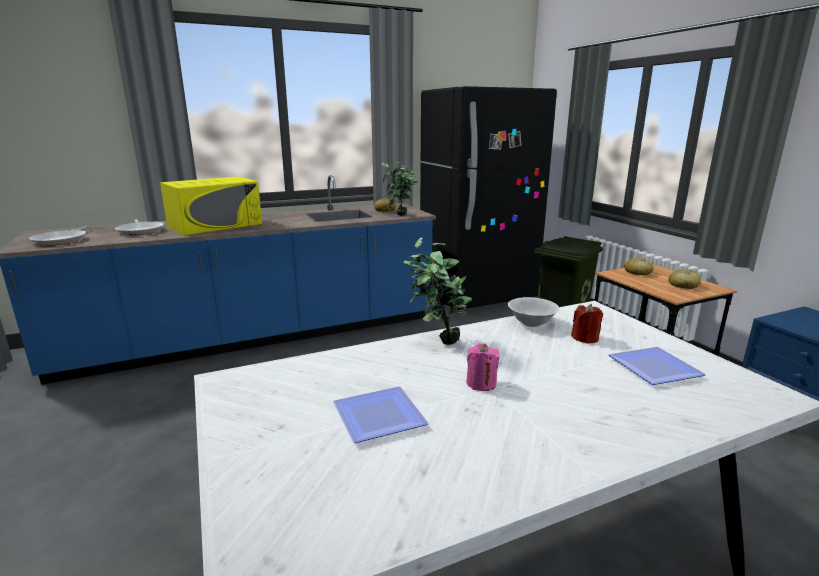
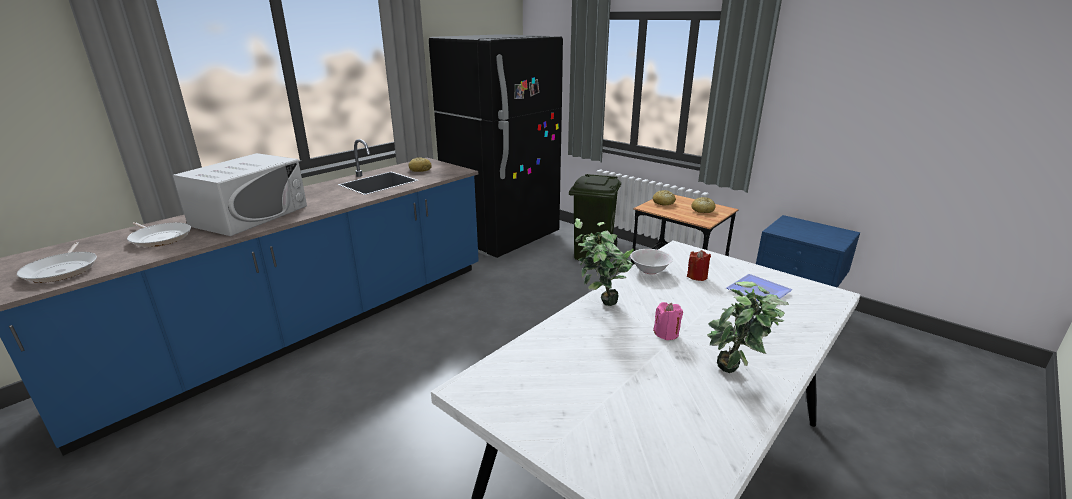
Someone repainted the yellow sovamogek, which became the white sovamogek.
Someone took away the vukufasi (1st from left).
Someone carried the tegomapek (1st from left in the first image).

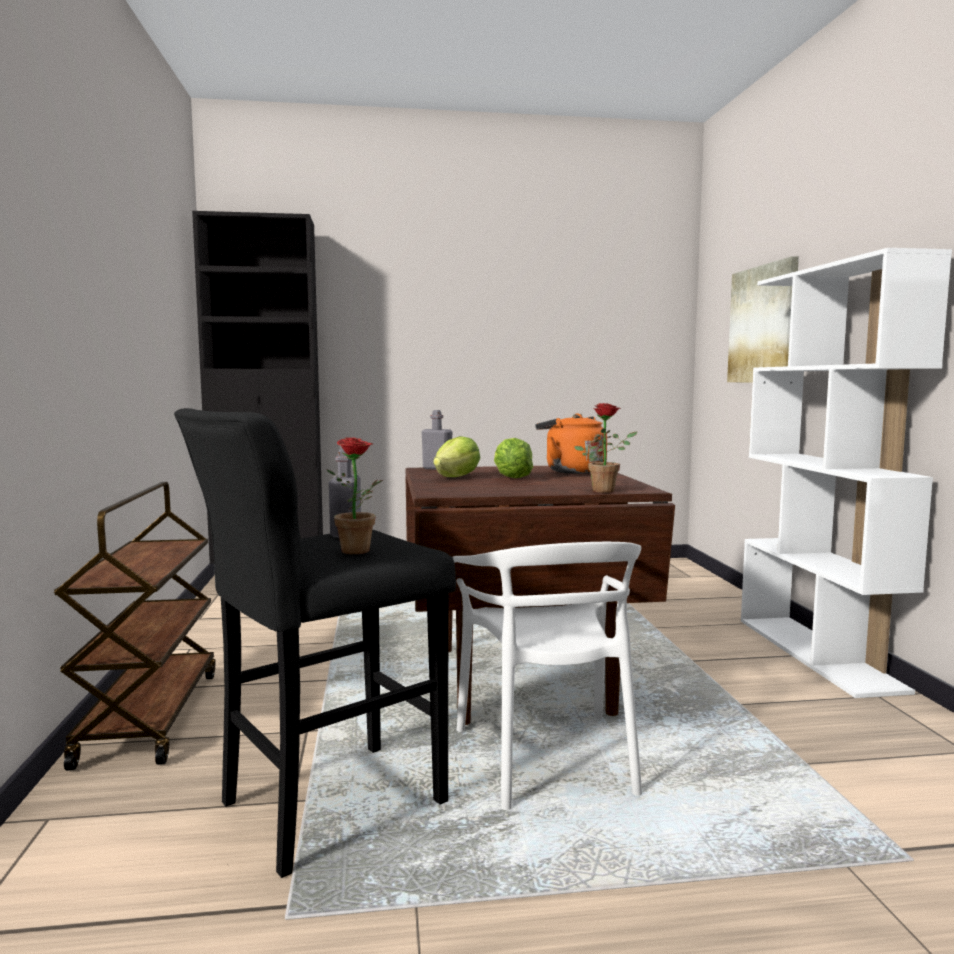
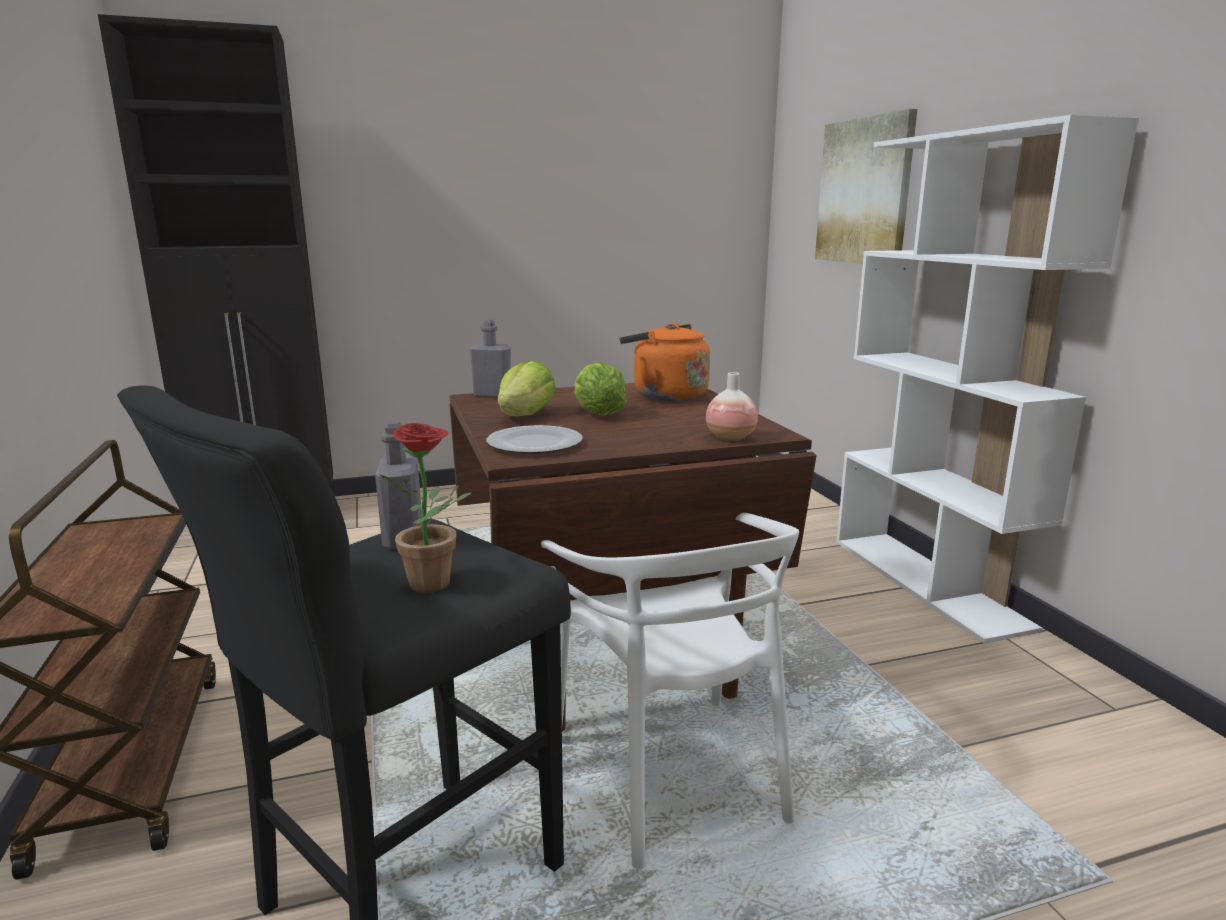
Someone swapped the tegomapek (2nd from left) for the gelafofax.
Someone put down the vukufasi.

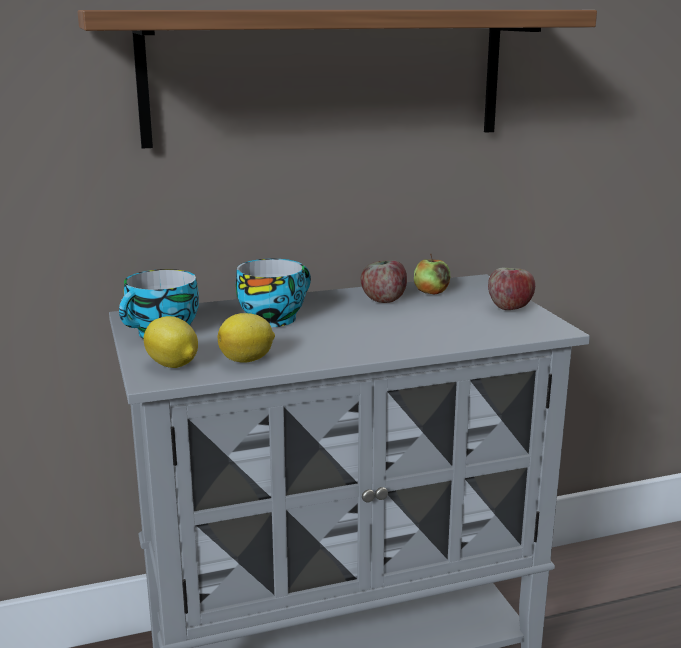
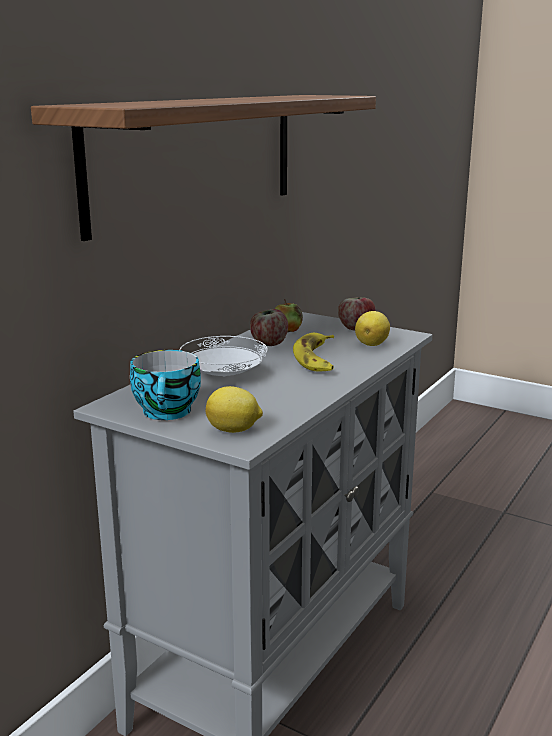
Someone carried the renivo (2nd from left).
Someone swapped the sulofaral (2nd from left) for the white vukufasi.
Someone put down the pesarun.

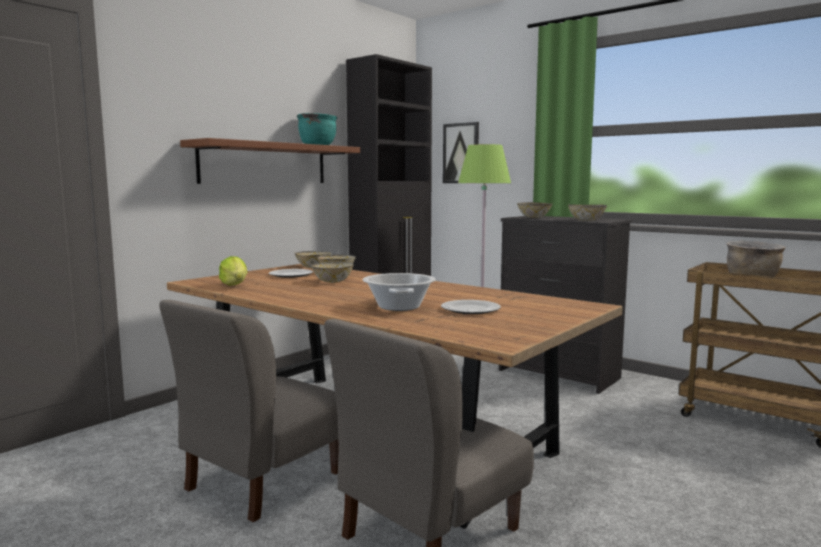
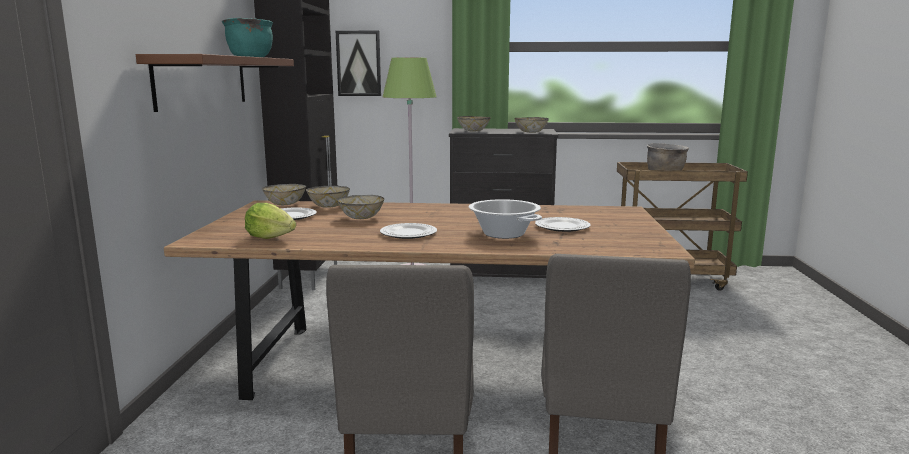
Someone put down the vukufasi (2nd from left).

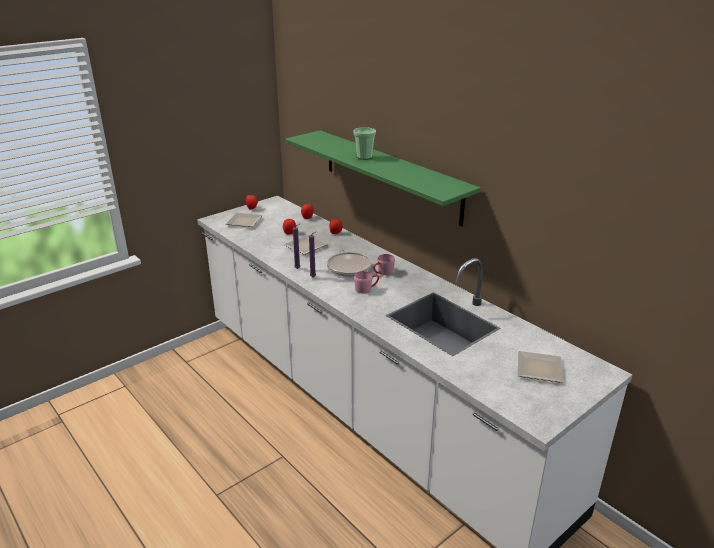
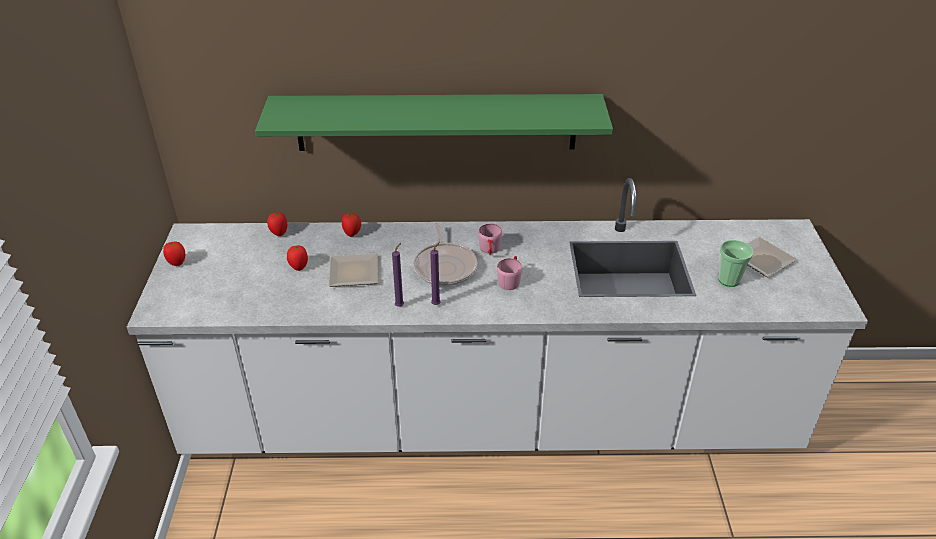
Someone took away the vukufasi (1st from left).
Someone rotated the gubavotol by 60 degrees clockwise.
Someone carried the sulofaral.

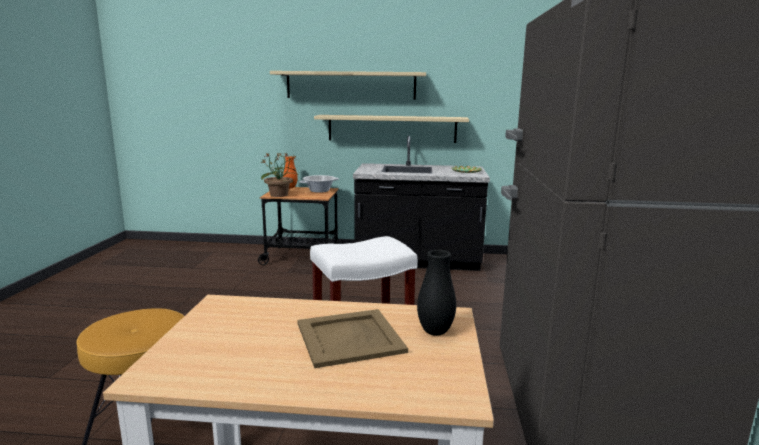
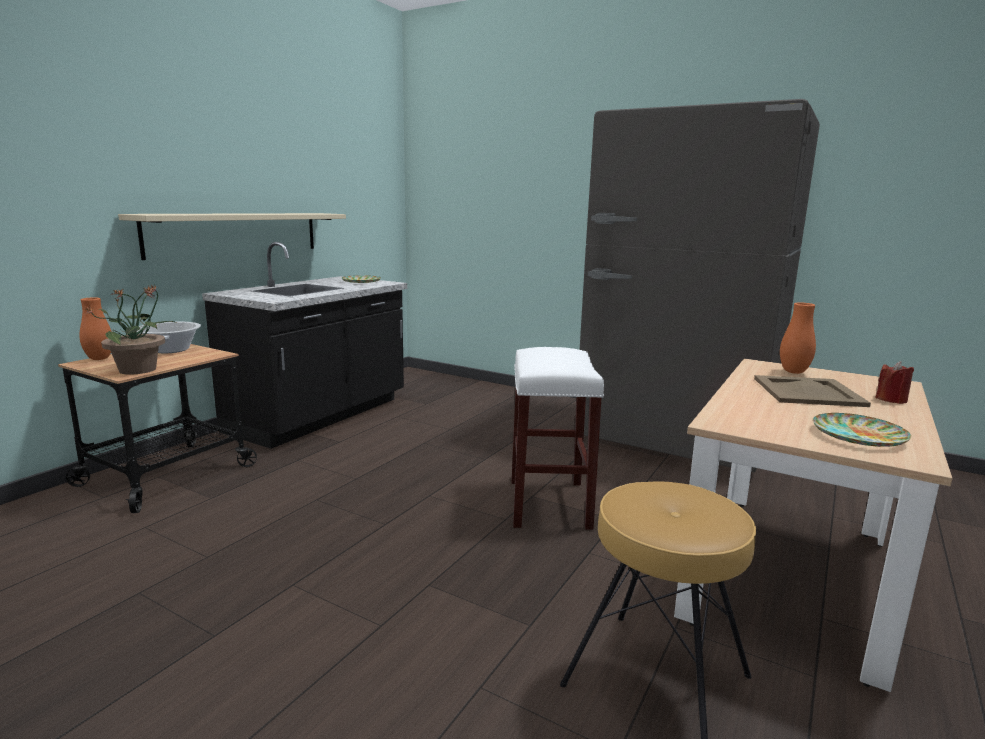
Someone took away the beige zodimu (1st from left).
Someone repainted the black gelafofax, which became the orange gelafofax (2nd from left).
Someone put down the vukufasi (2nd from left).
Someone put down the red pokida.

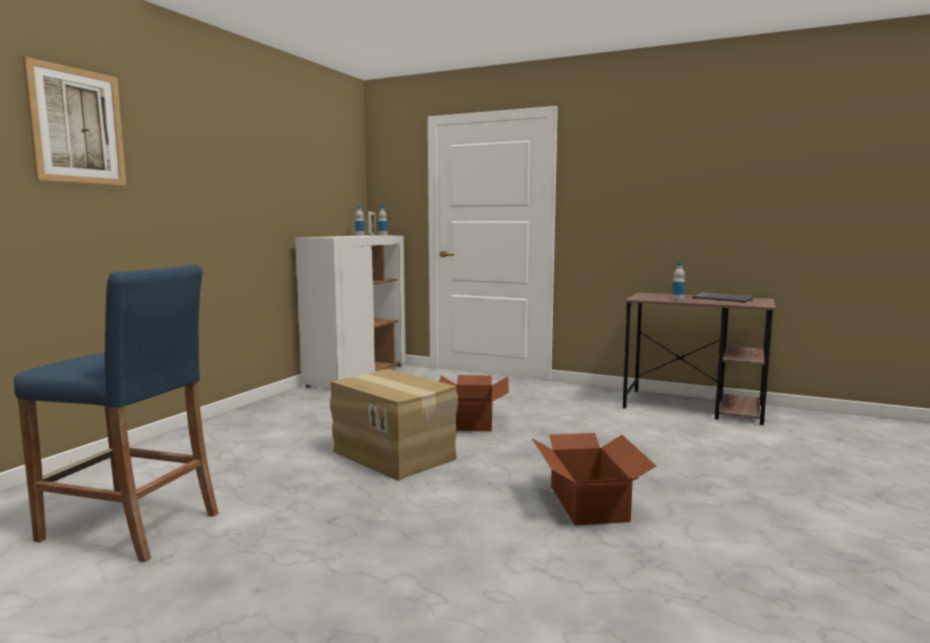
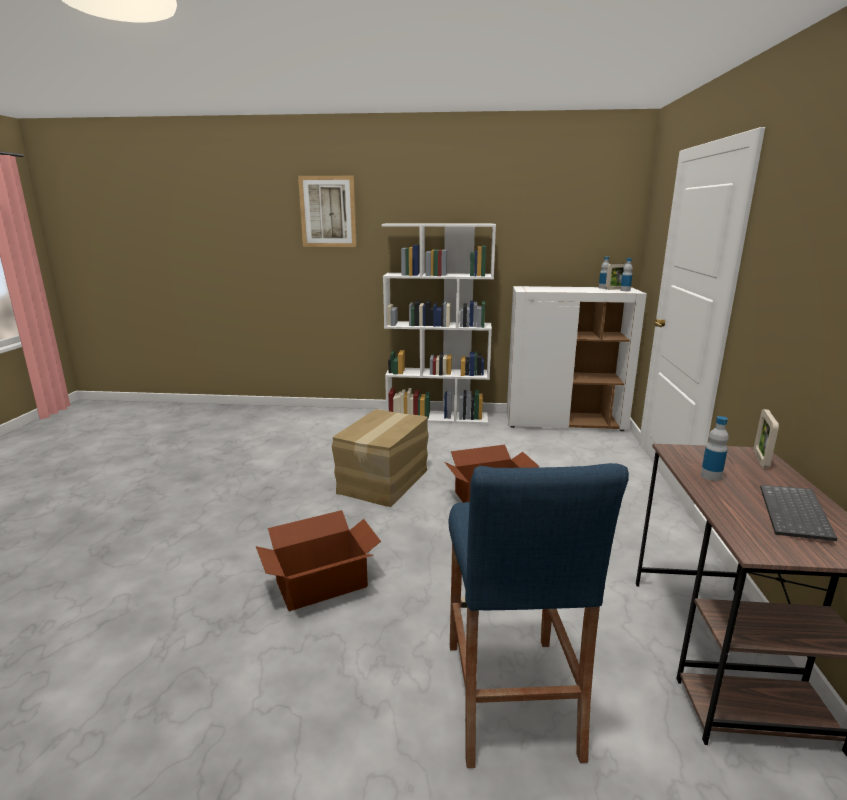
Someone carried the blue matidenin.
Someone put down the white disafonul.
Someone put down the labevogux (2nd from left).

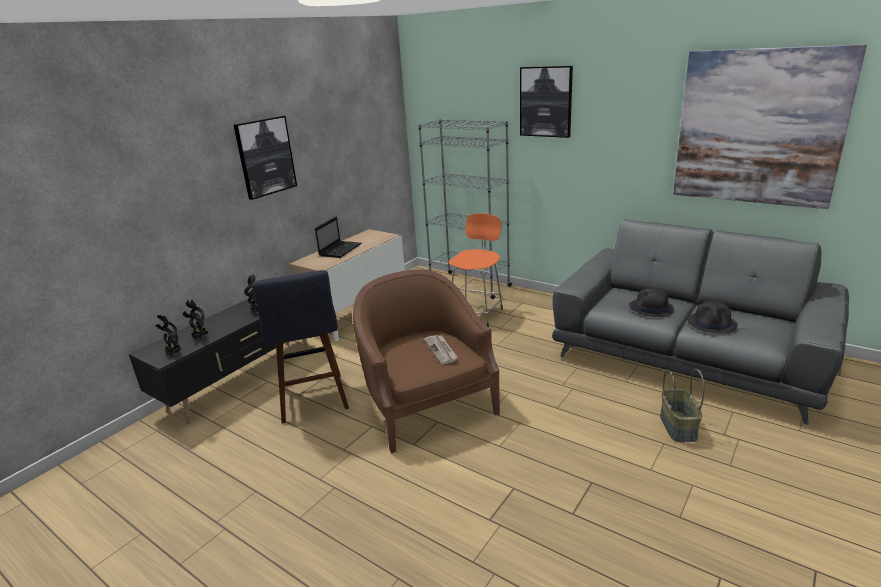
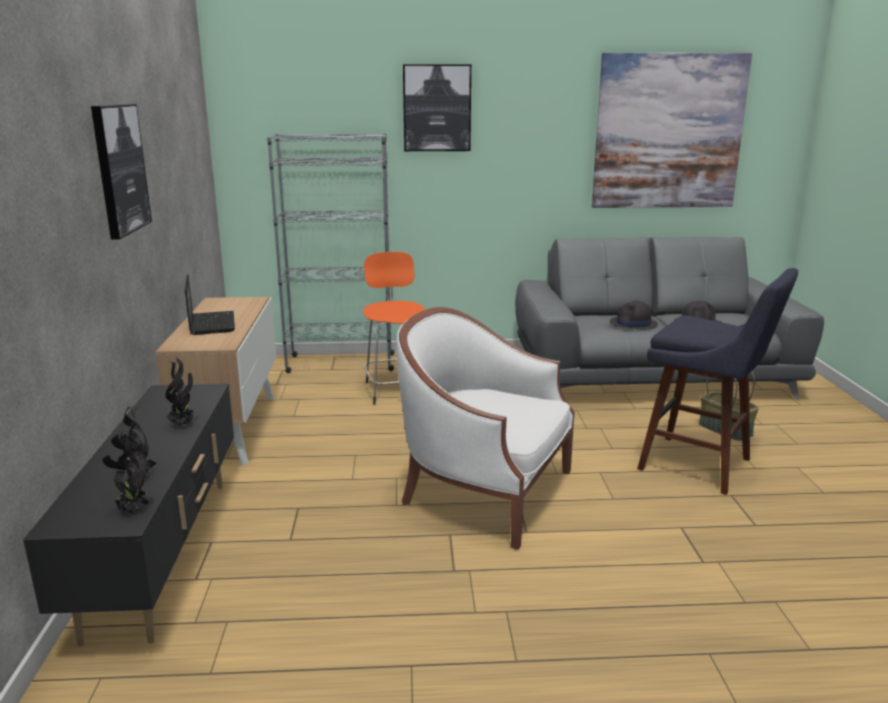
Someone carried the blue matidenin.
Someone repainted the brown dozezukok, which became the white dozezukok.
Someone took away the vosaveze.

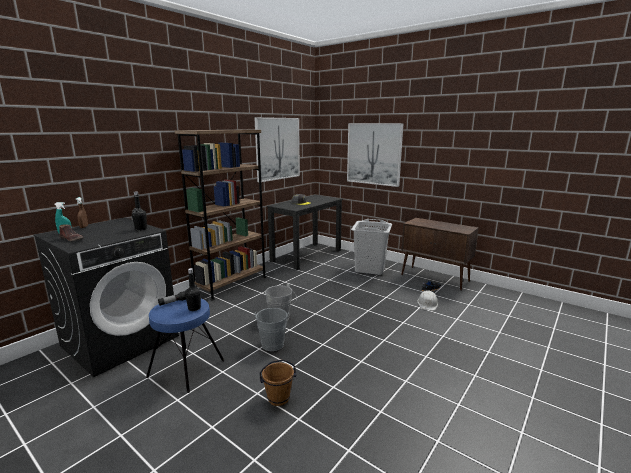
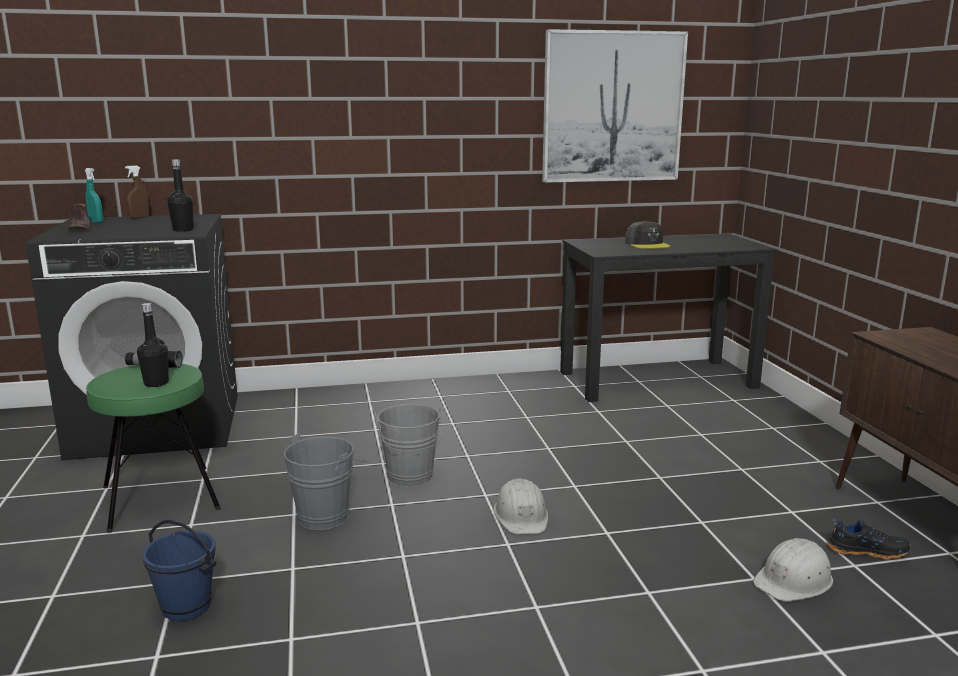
Someone repainted the blue matidenin, which became the green matidenin.
Someone took away the brown disafonul.
Someone repainted the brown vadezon, which became the blue vadezon.
Someone took away the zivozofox (2nd from left).
Someone took away the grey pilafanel.
Someone put down the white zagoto (1st from left).

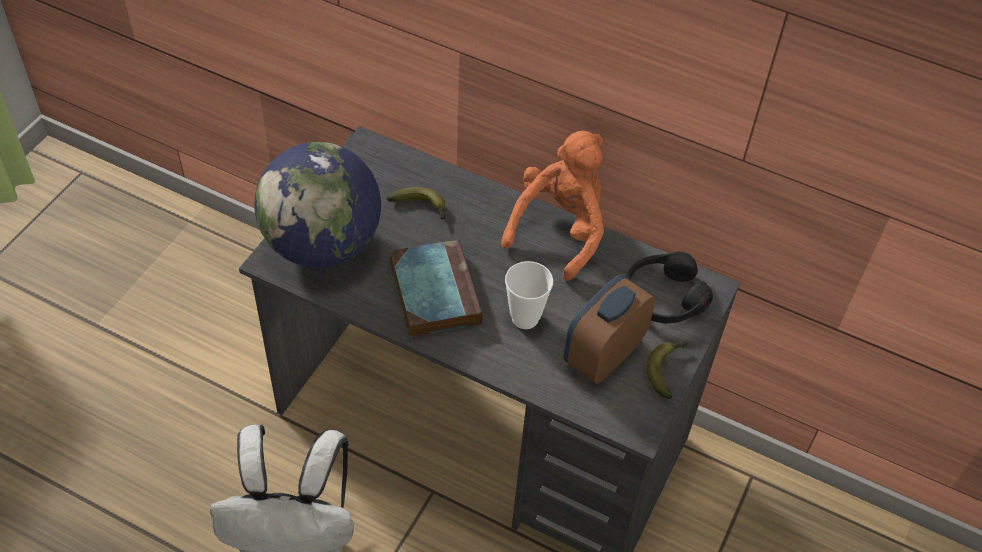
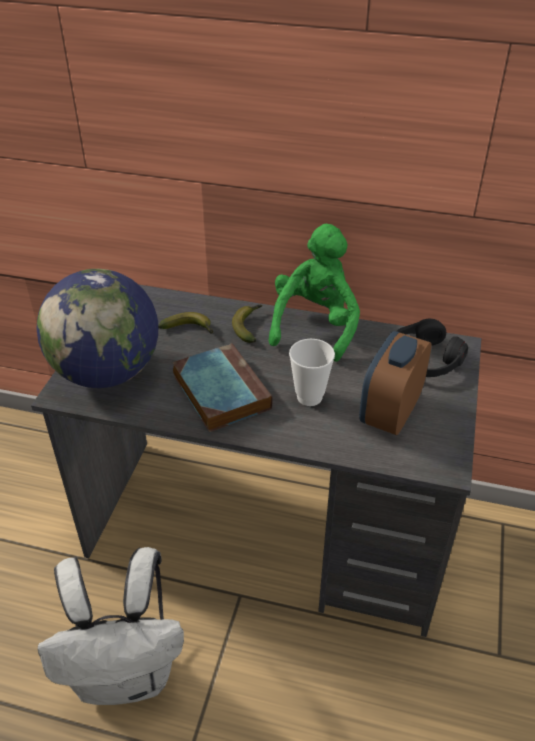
Someone repainted the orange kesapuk, which became the green kesapuk.
Someone carried the pesarun (2nd from left).

